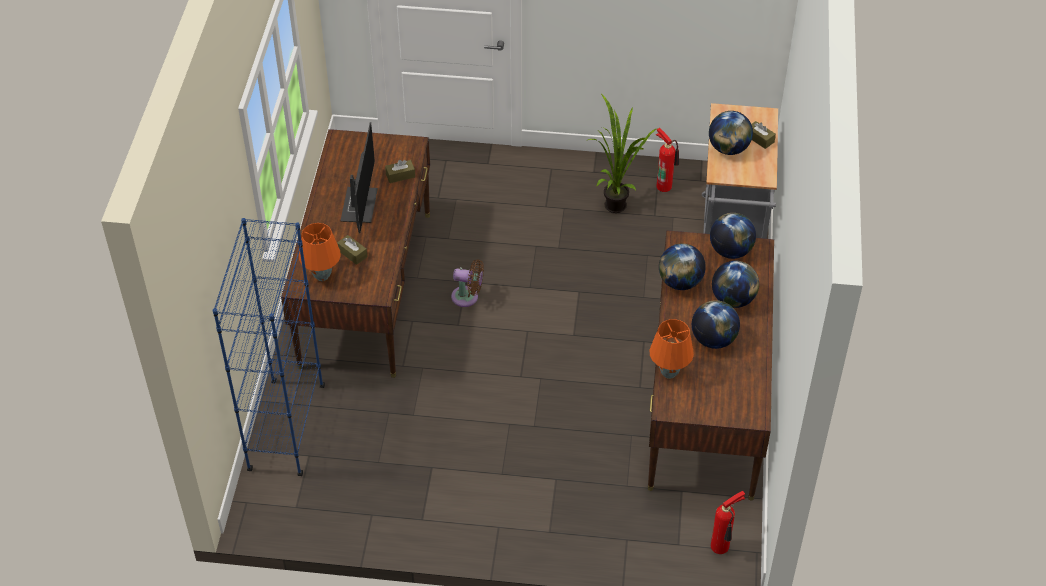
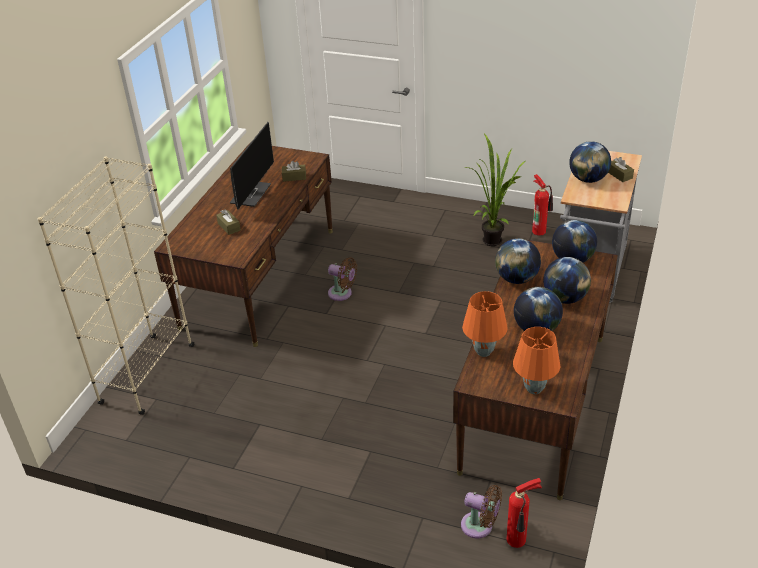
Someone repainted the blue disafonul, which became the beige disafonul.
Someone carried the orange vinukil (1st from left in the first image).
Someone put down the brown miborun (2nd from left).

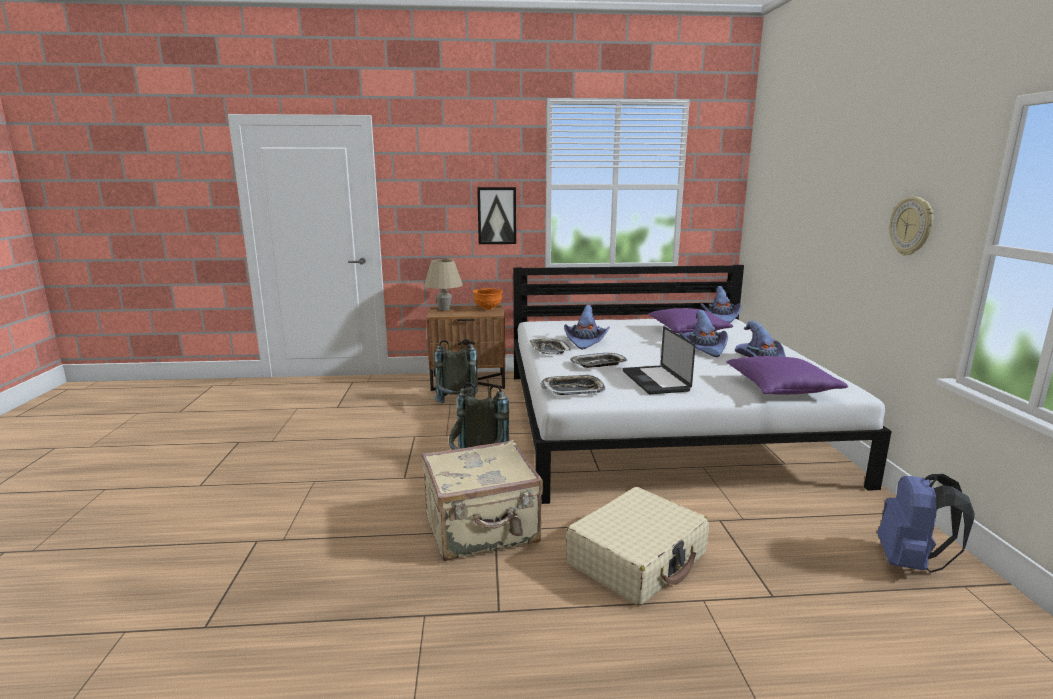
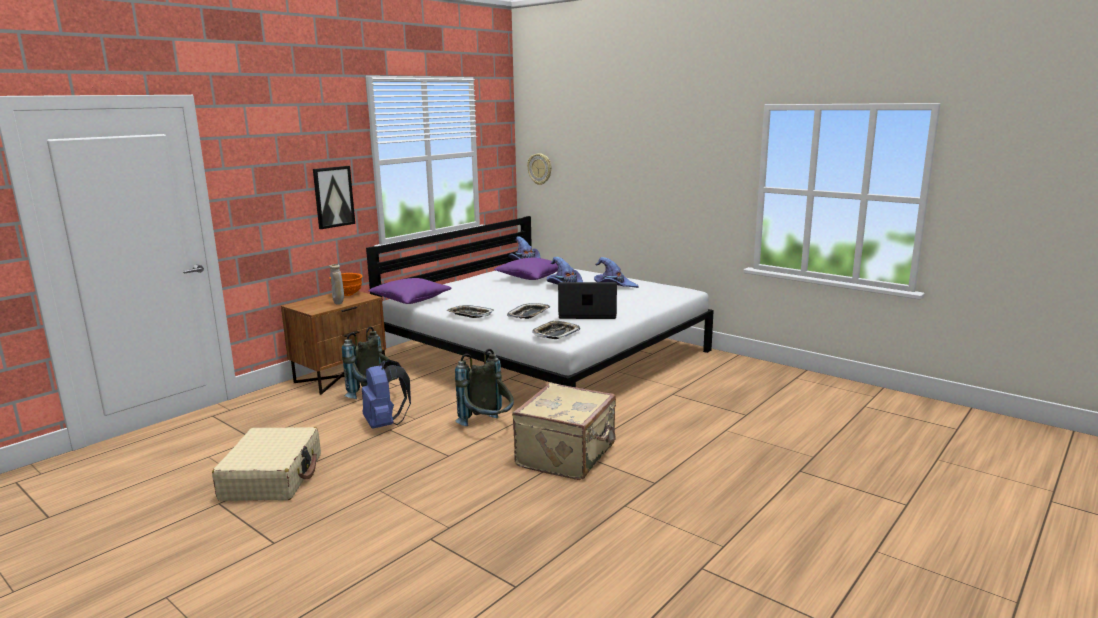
Someone took away the beige vinukil.
Someone took away the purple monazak (1st from left).
Someone carried the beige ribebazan (2nd from left in the first image).
Someone rotated the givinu by 150 degrees clockwise.
Someone carried the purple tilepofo (2nd from left in the first image).
Someone carried the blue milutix.
Someone carried the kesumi.
Someone put down the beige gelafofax.

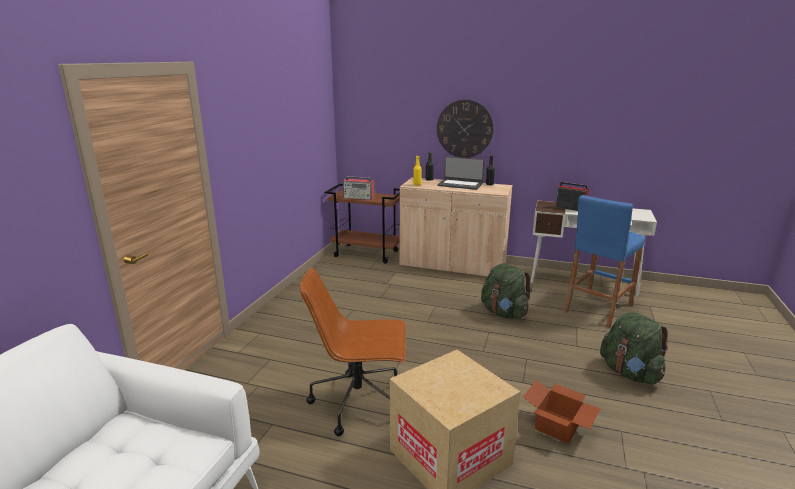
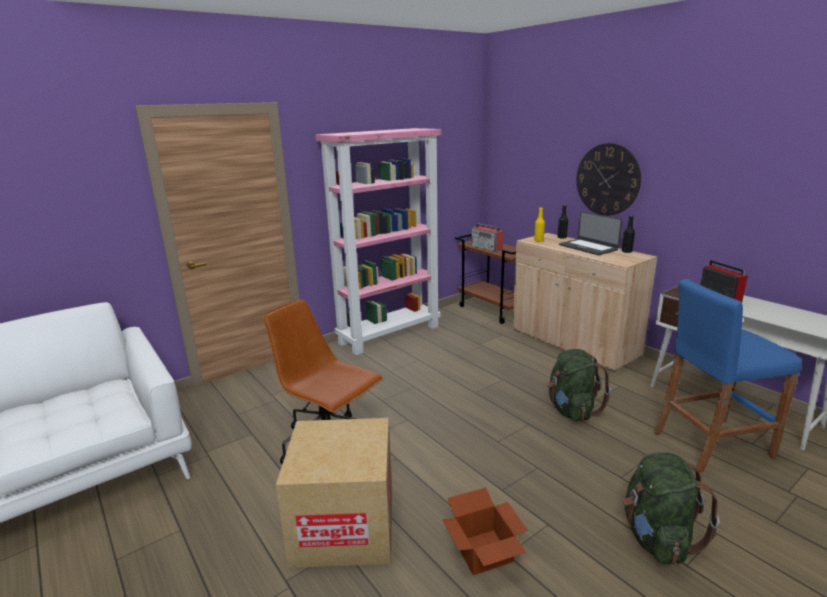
Someone put down the pink disafonul.

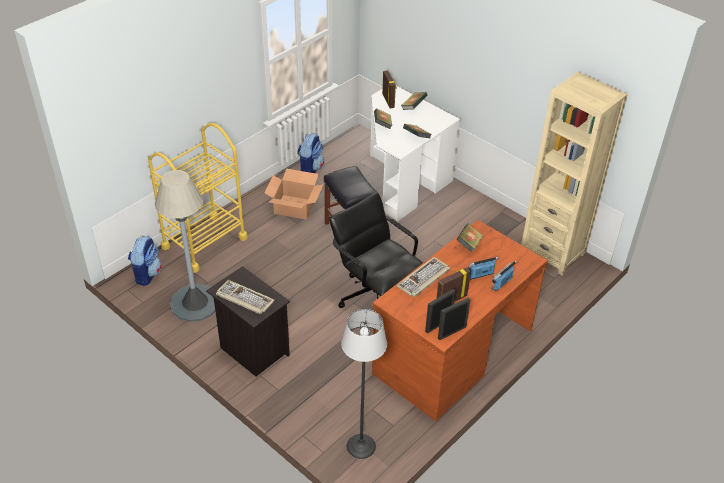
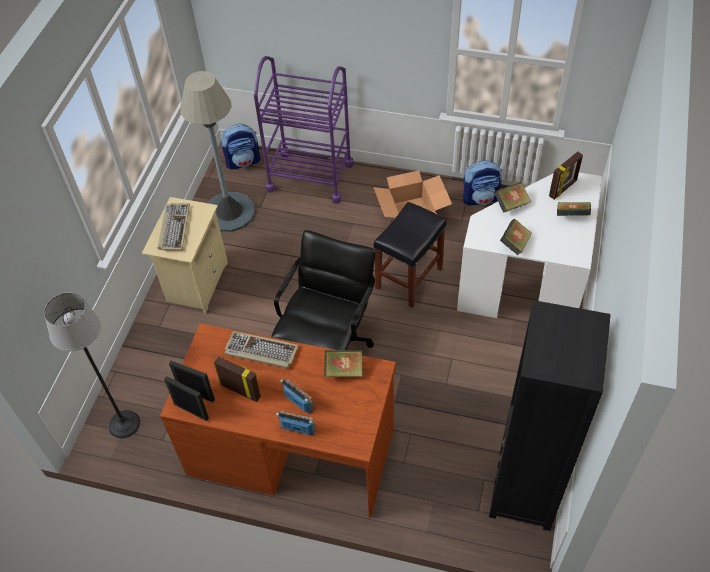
Someone repainted the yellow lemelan, which became the purple lemelan.
Someone repainted the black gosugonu, which became the beige gosugonu.
Someone repainted the beige disafonul, which became the black disafonul.

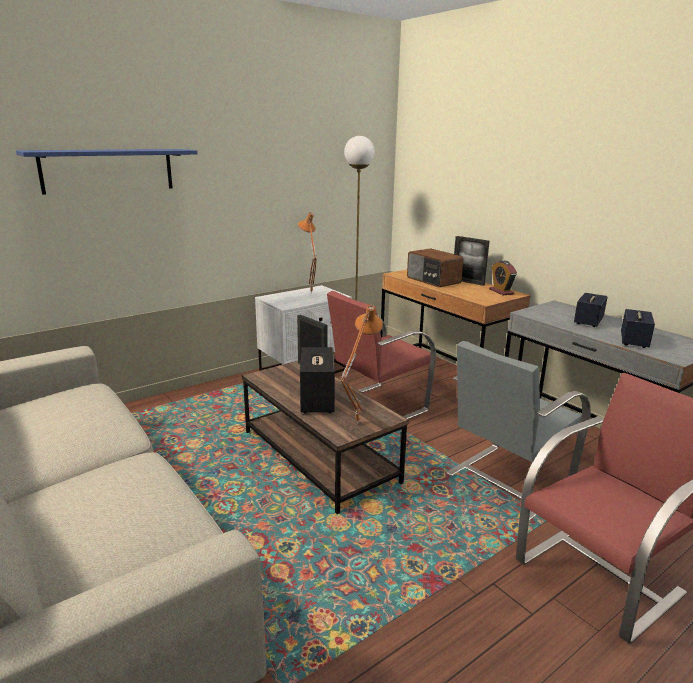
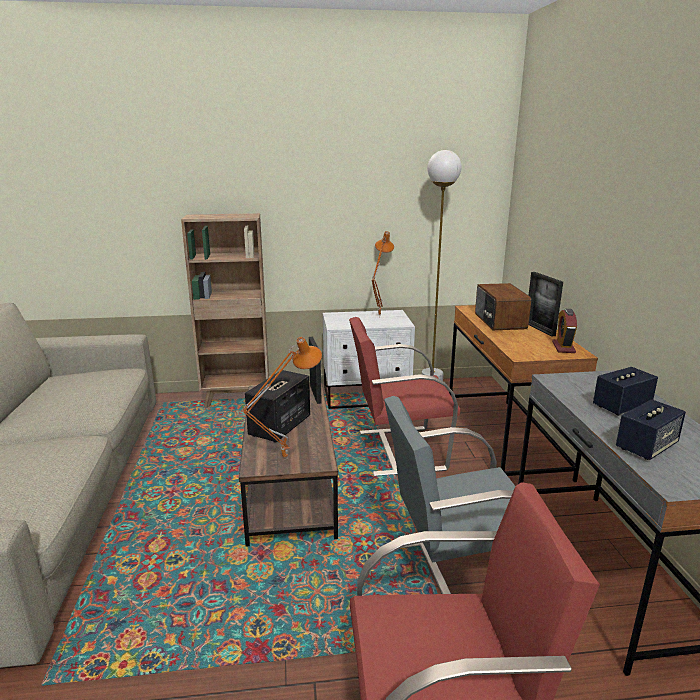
Someone took away the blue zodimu.
Someone put down the brown disafonul.

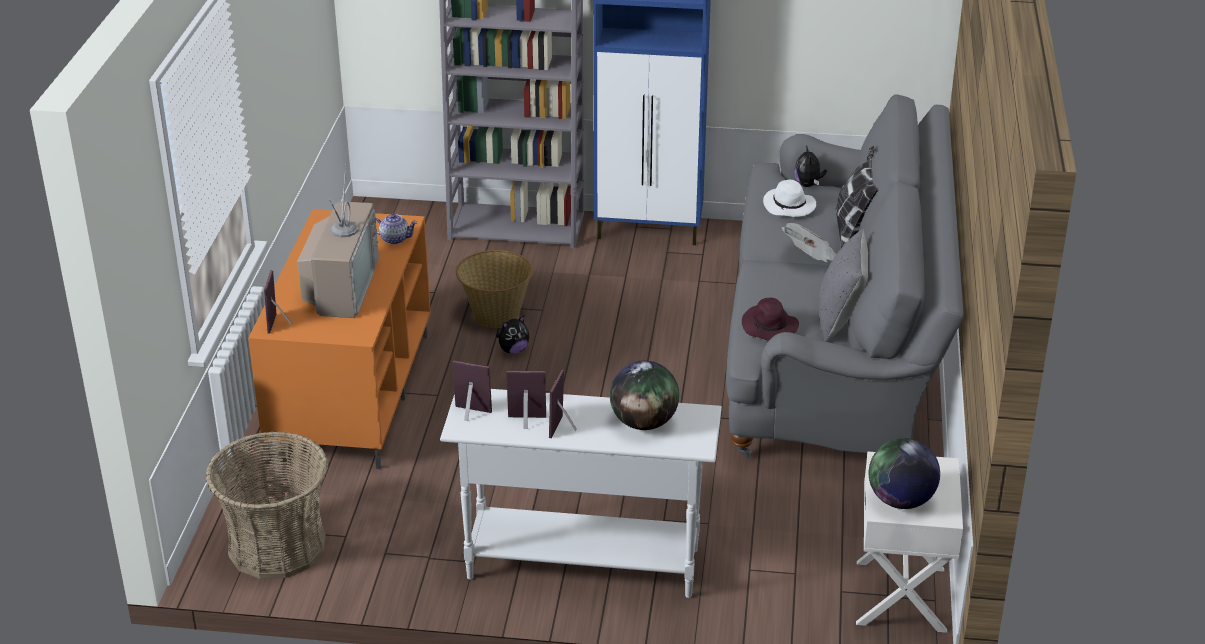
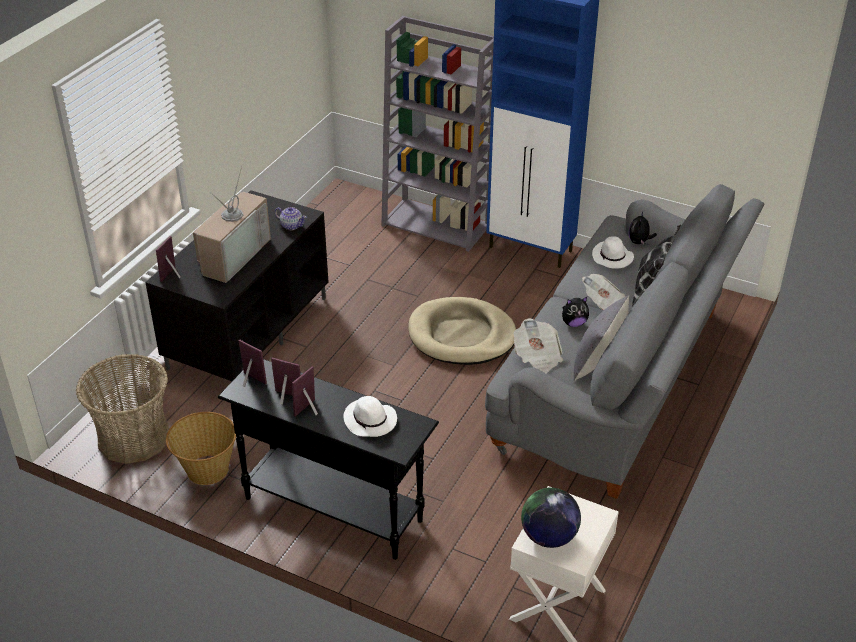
Someone repainted the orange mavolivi, which became the black mavolivi.
Someone repainted the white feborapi, which became the black feborapi.
Someone carried the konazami (2nd from left).
Someone carried the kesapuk (1st from left).
Someone swapped the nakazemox (1st from left) for the white monazak (1st from left).
Someone swapped the purple monazak for the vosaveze (1st from left).
Someone put down the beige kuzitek.

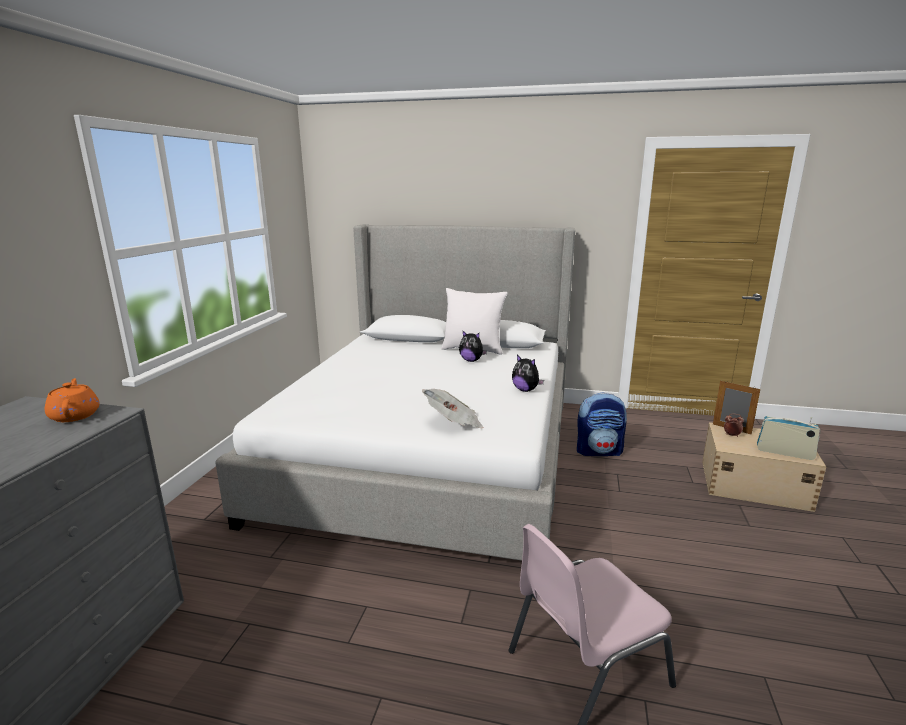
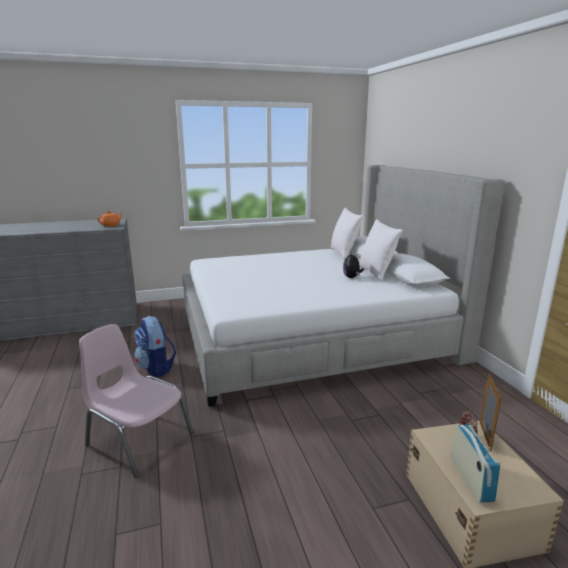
Someone took away the vosaveze.
Someone took away the kesapuk (2nd from left).
Someone carried the milutix.
Someone put down the white tilepofo (1st from left).

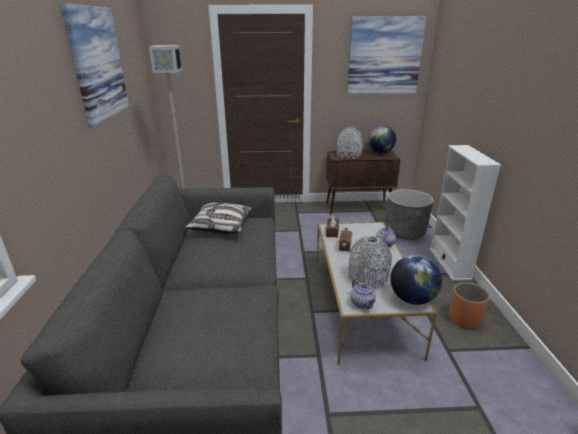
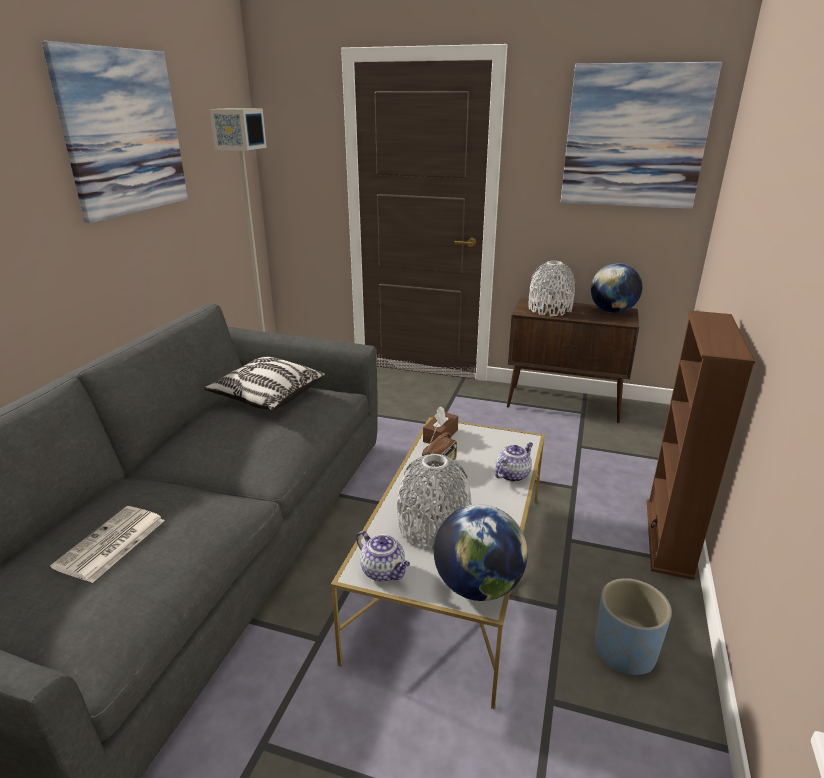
Someone rotated the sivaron (1st from left) by 45 degrees counterclockwise.
Someone took away the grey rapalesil.
Someone repainted the white disafonul, which became the brown disafonul.
Someone repainted the orange rapalesil, which became the blue rapalesil.
Someone put down the vosaveze.

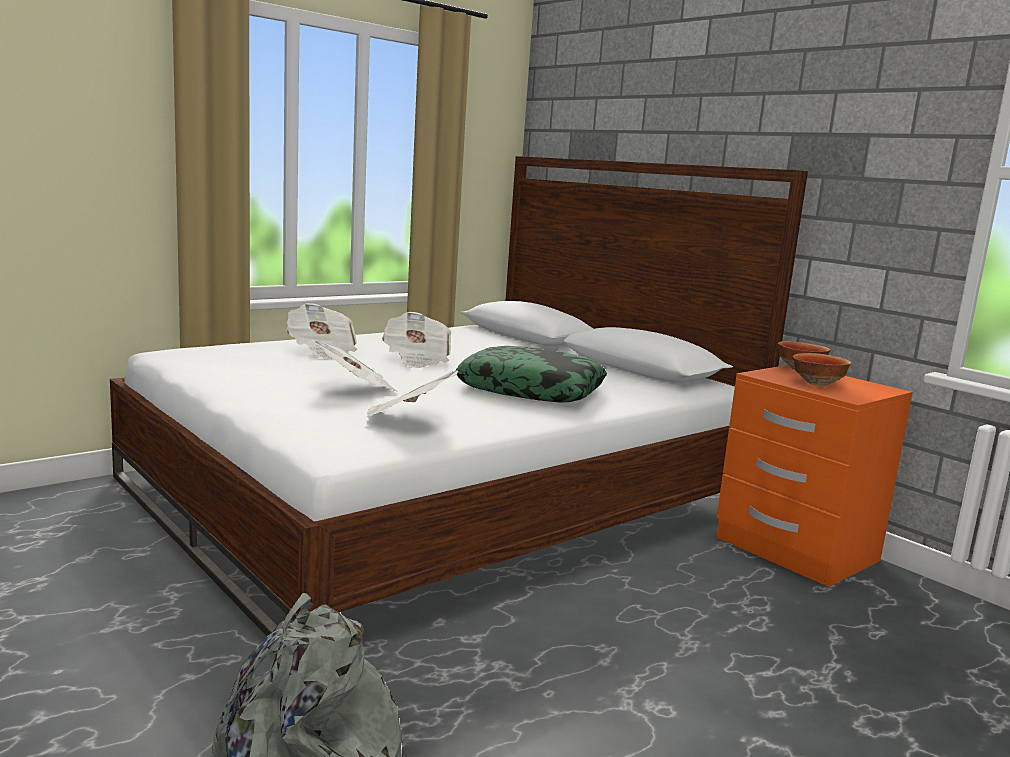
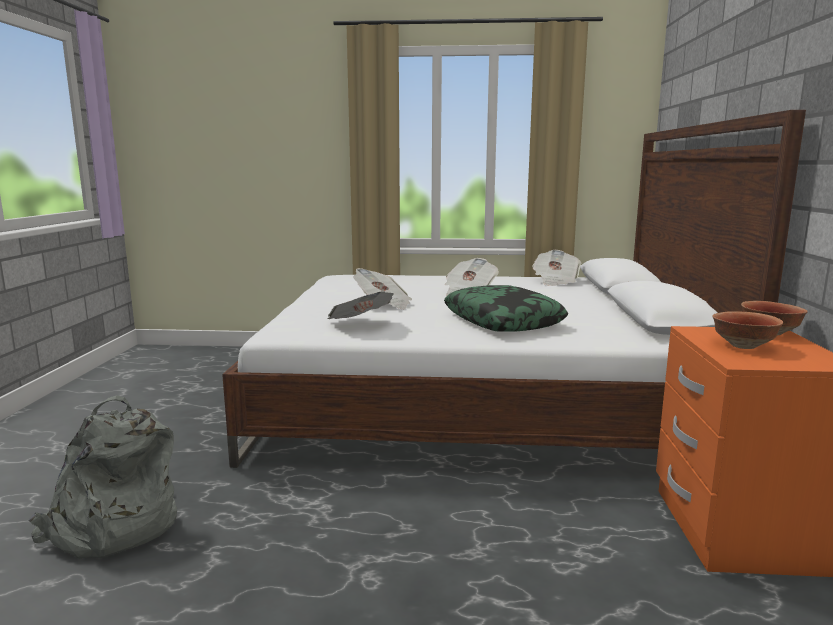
Someone carried the vosaveze (1st from left in the first image).

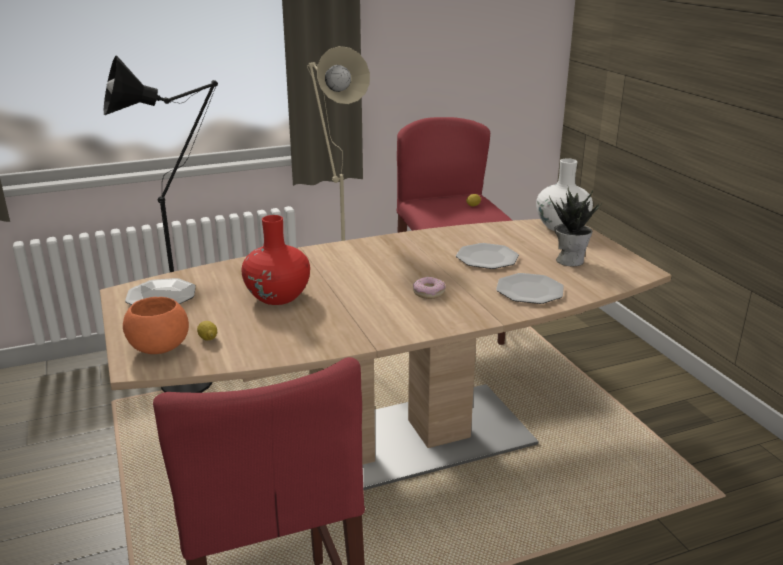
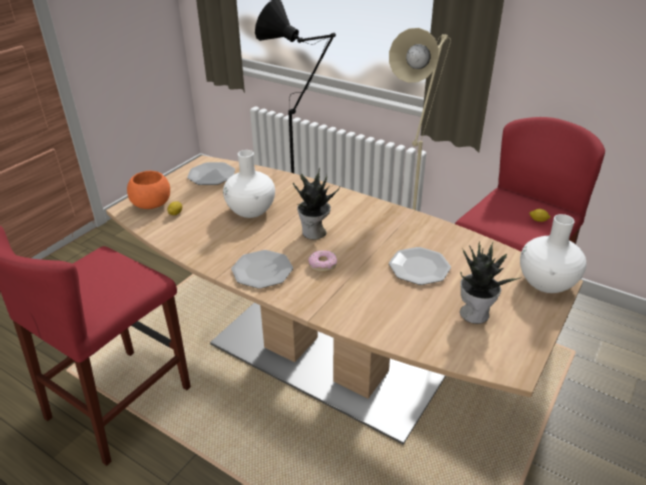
Someone repainted the red gelafofax, which became the white gelafofax (1st from left).
Someone carried the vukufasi (3rd from left in the first image).
Someone put down the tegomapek (1st from left).

